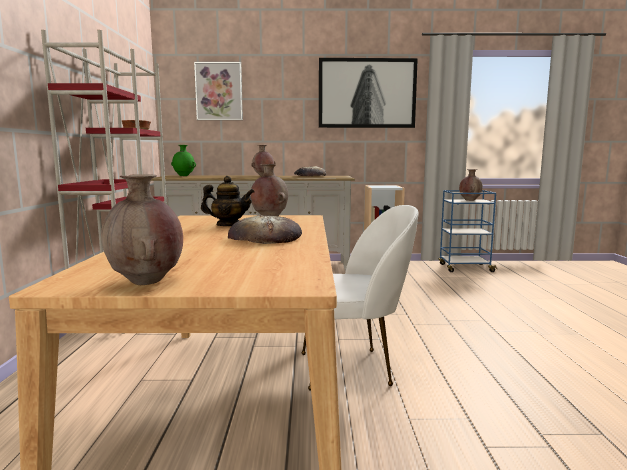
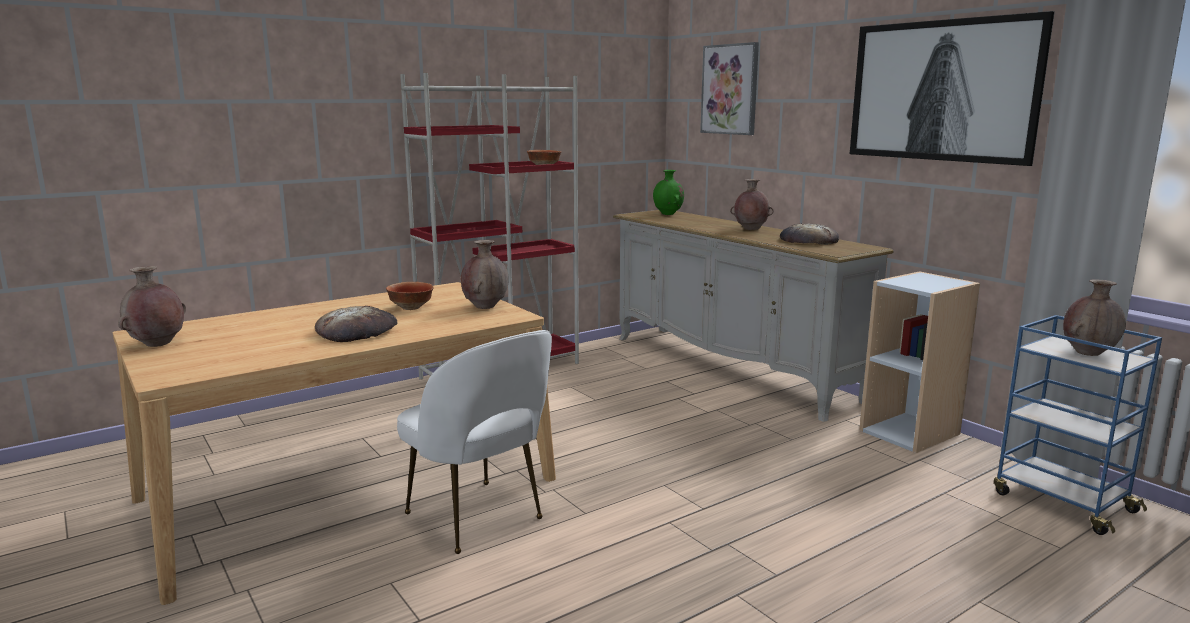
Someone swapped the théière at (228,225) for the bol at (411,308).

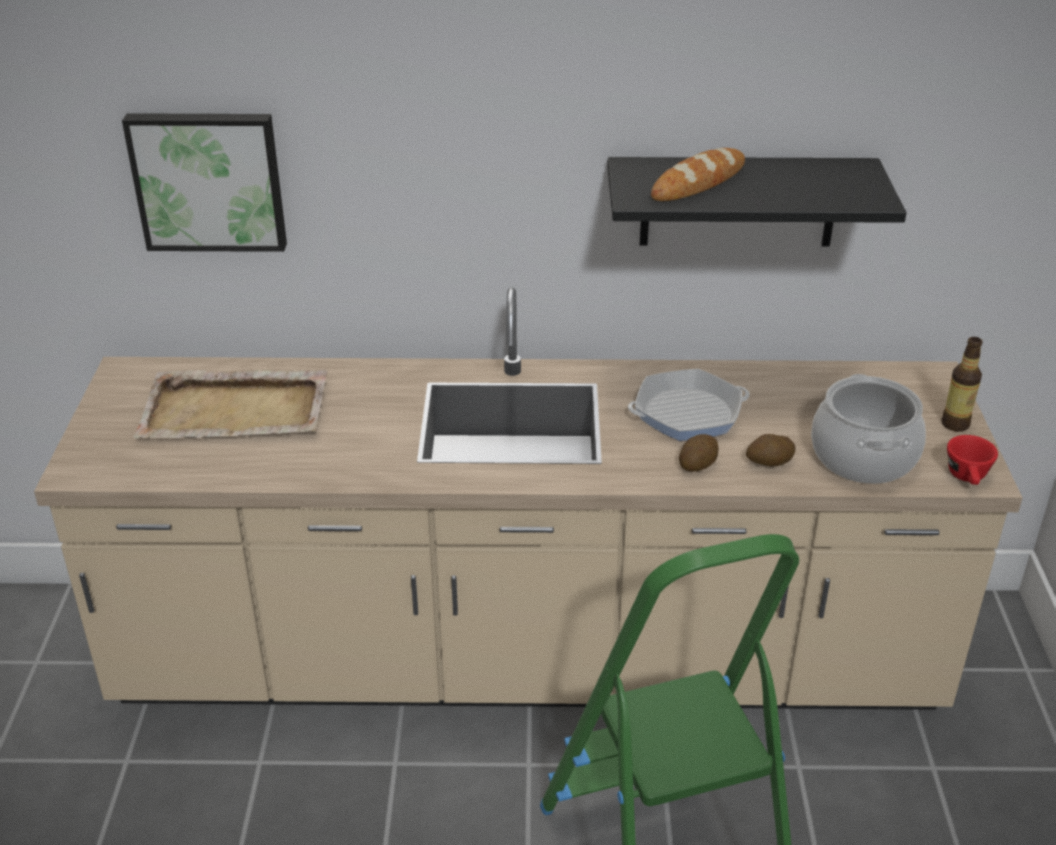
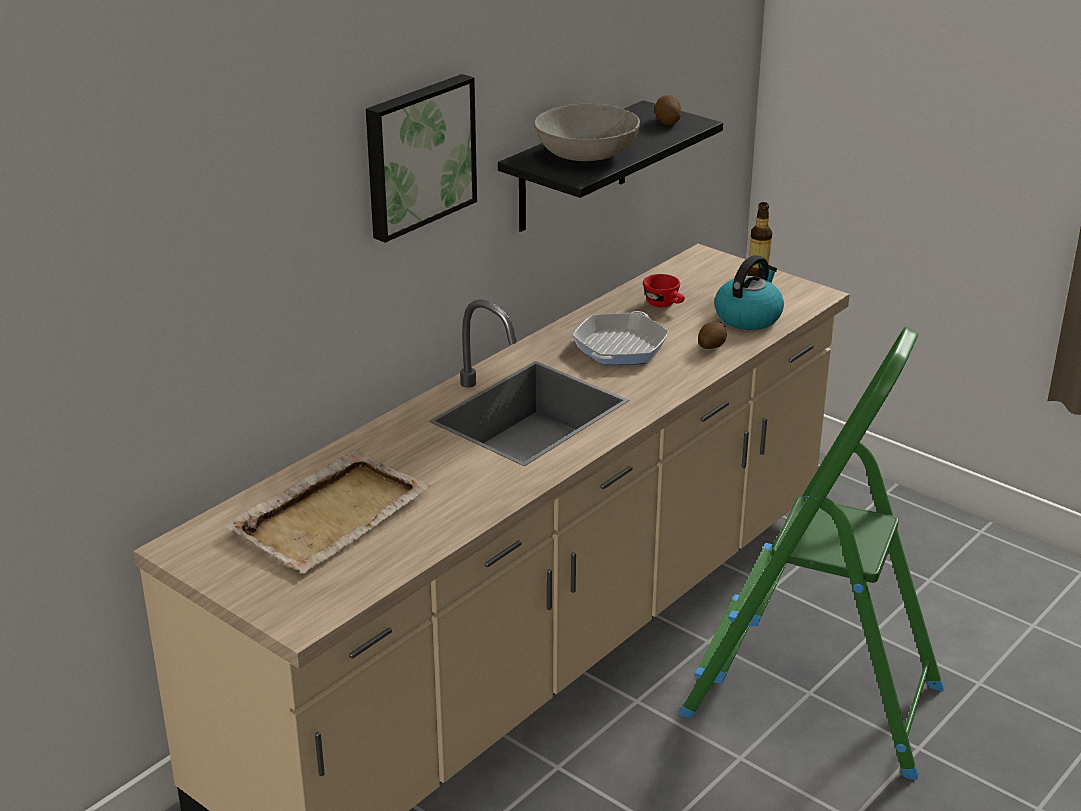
Someone carried the tableau from (209,180) to (417,155).
Someone swapped the pain at (698,182) for the bol [gris] at (586,153).
Someone swapped the marmite at (862,457) for the bouilloire at (748,317).
Someone carried the pomme de terre from (697,464) to (667,121).
Someone carried the tasse [rouge] from (968,478) to (665,304).

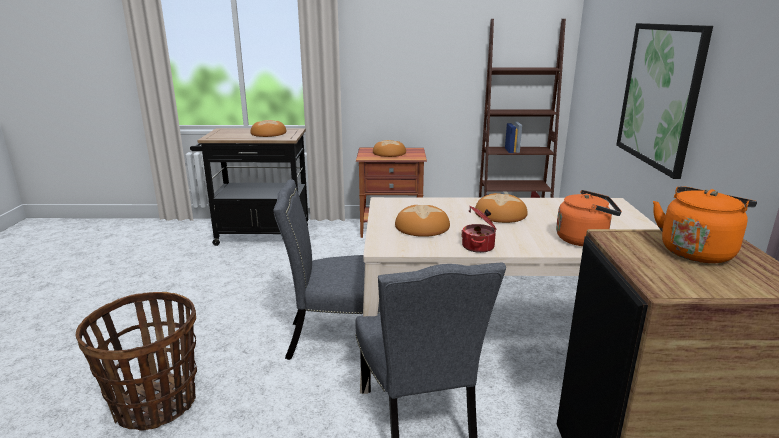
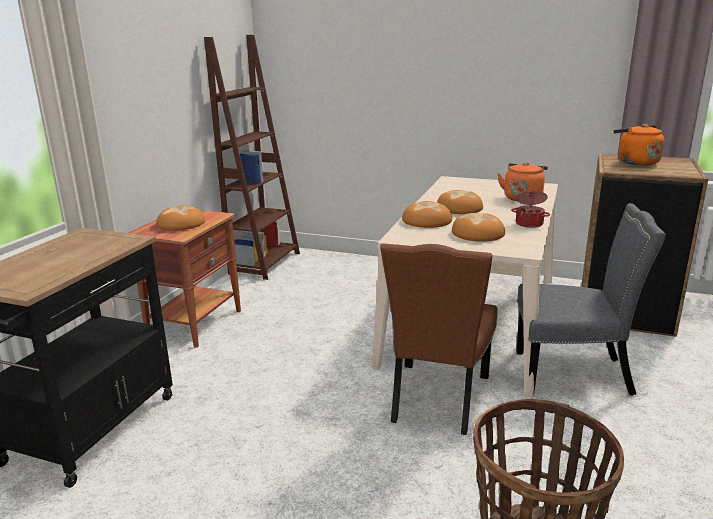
Someone took away the tableau at (660,95).
Someone carried the pain from (268,133) to (426,221).
Someone repainted the chaise [gris] at (340,339), which became the chaise [marron] at (438,396).

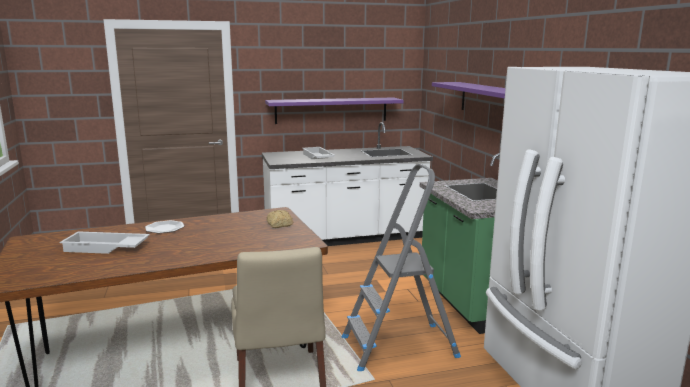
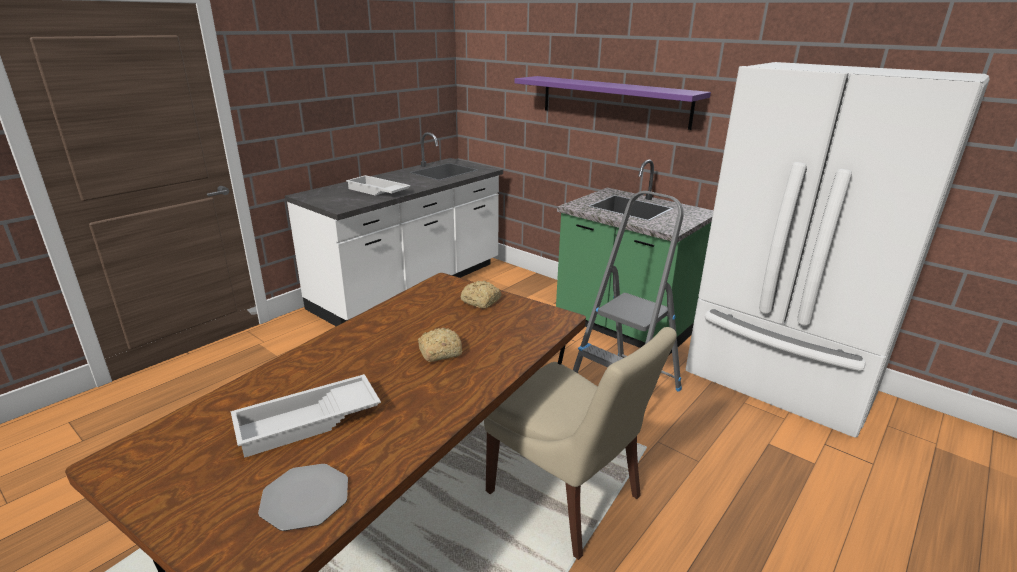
Someone took away the étagère [violet] at (331,110).
Someone carried the assiette from (165,228) to (305,498).
Someone put down the pain at (438,353).

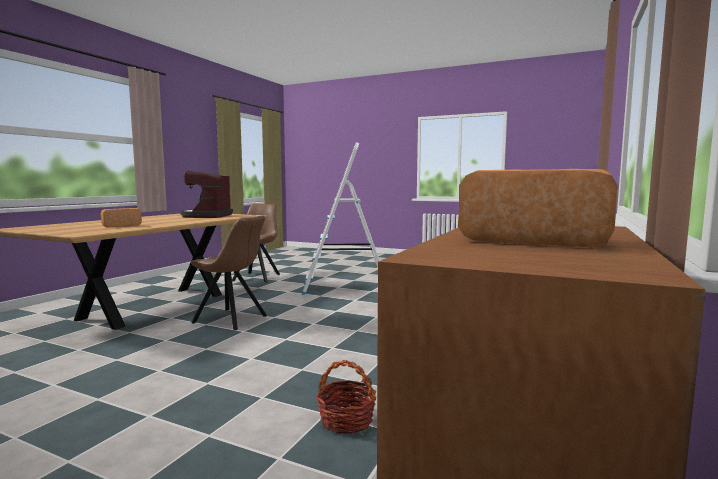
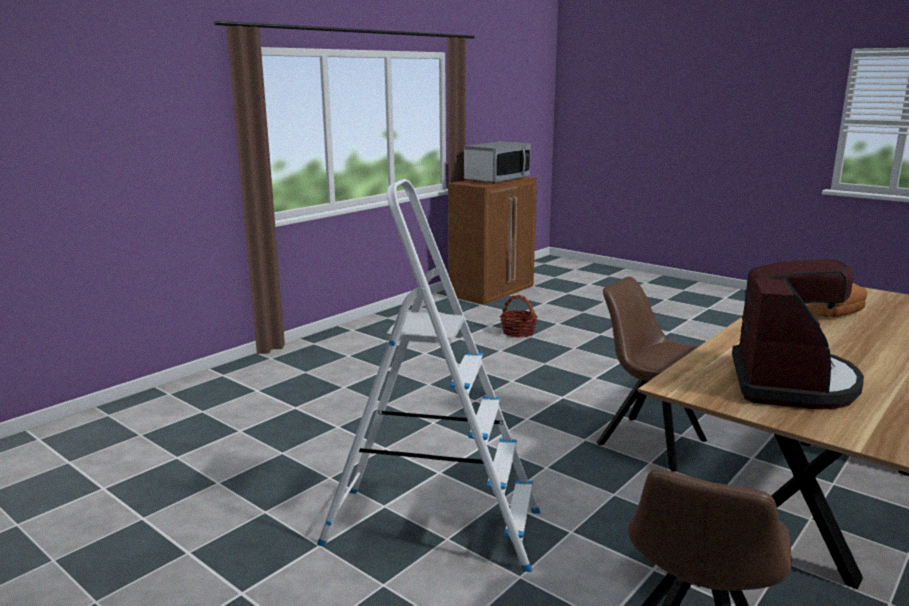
Someone swapped the pain at (532,240) for the micro-ondes at (496,179).

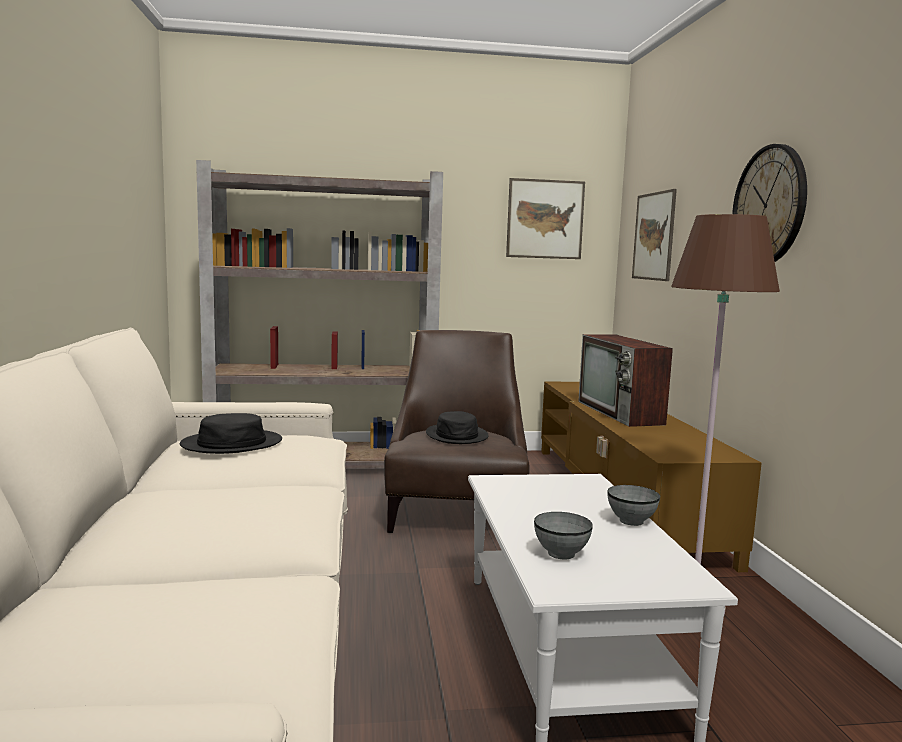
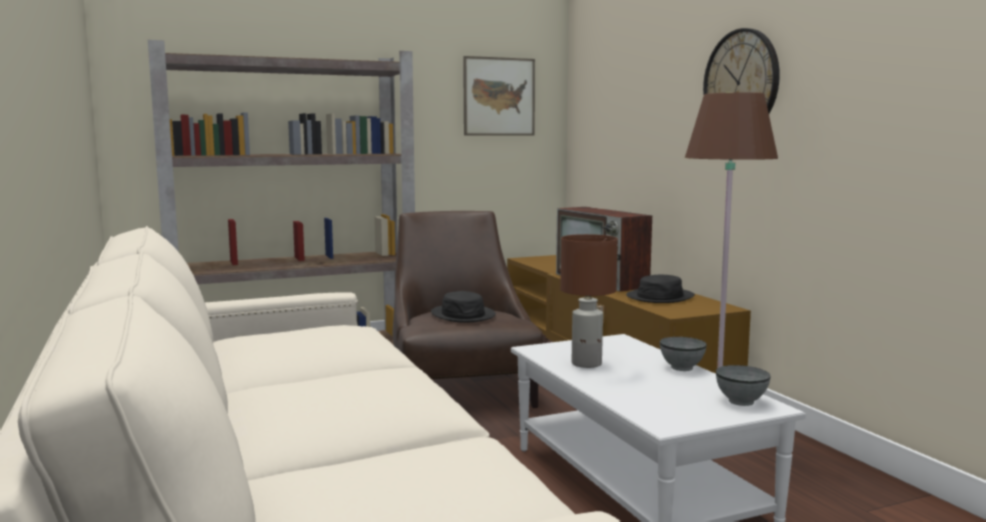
Someone took away the tableau at (654,236).
Someone carried the chapeau [noir] from (232,444) to (660,297).
Someone carried the bol [gris] from (561,553) to (741,401).
Someone put down the lampe de table [marron] at (587,364).

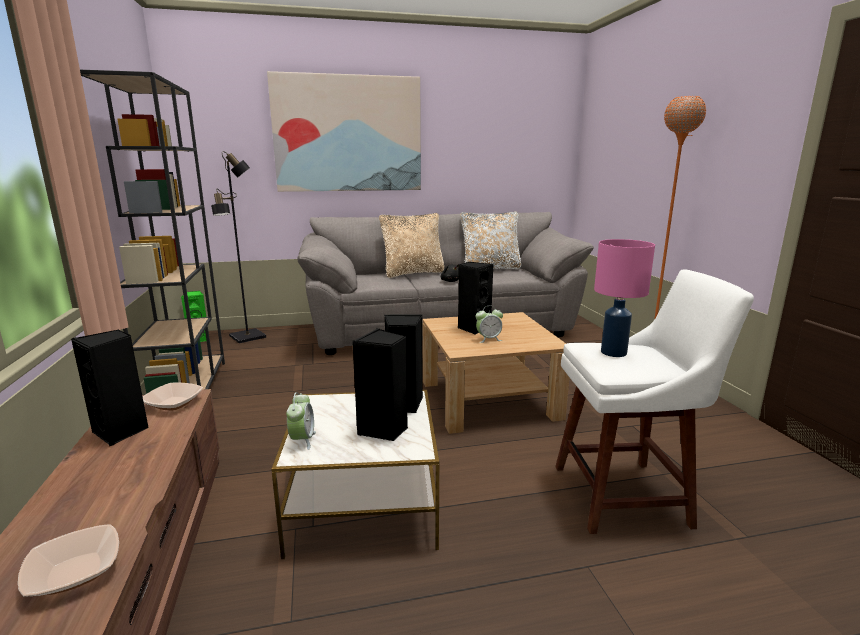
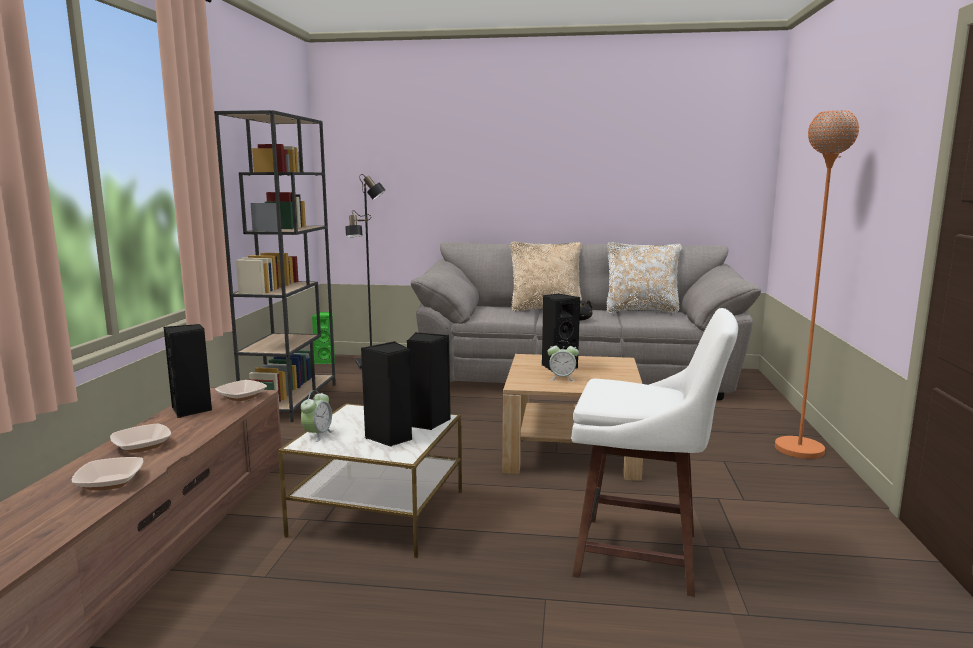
Someone took away the tableau at (348,134).
Someone took away the lampe de table [rose] at (612,352).
Someone put down the bol at (142,446).

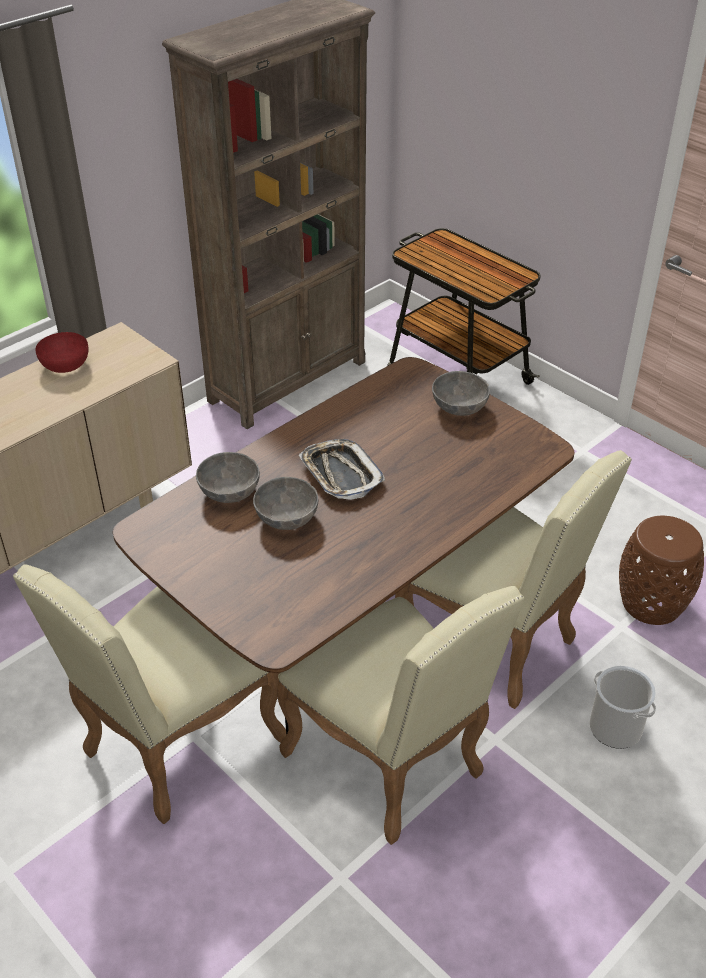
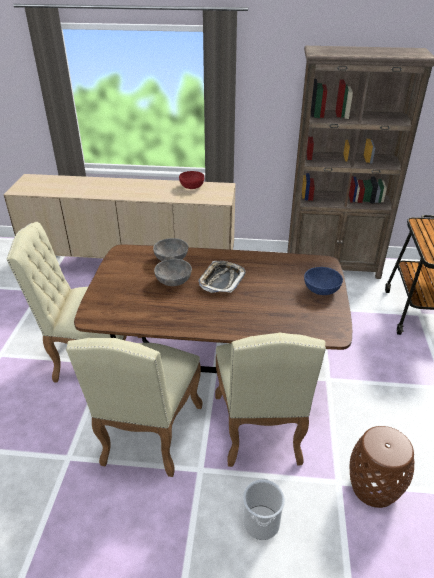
Someone repainted the bol [gris] at (459,407), which became the bol [bleu] at (321,289).

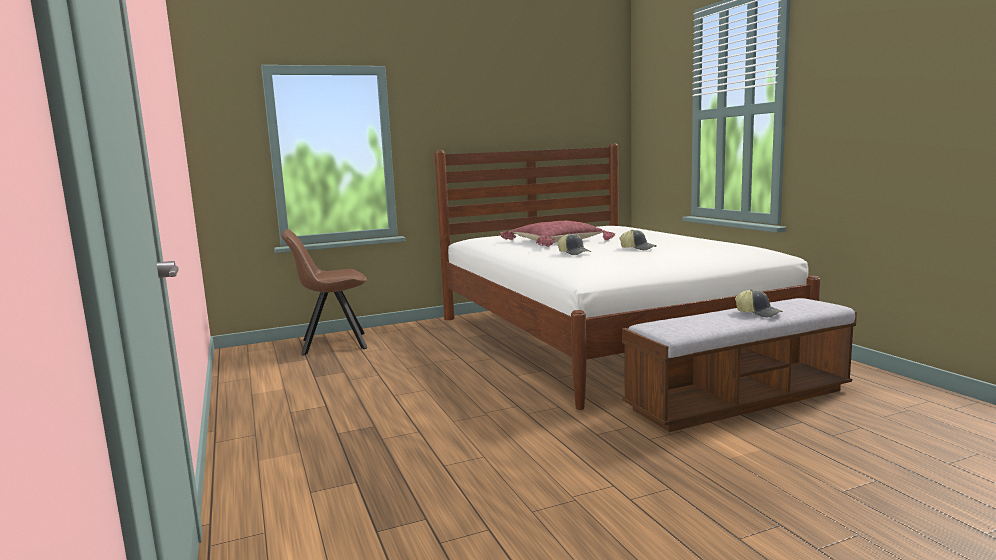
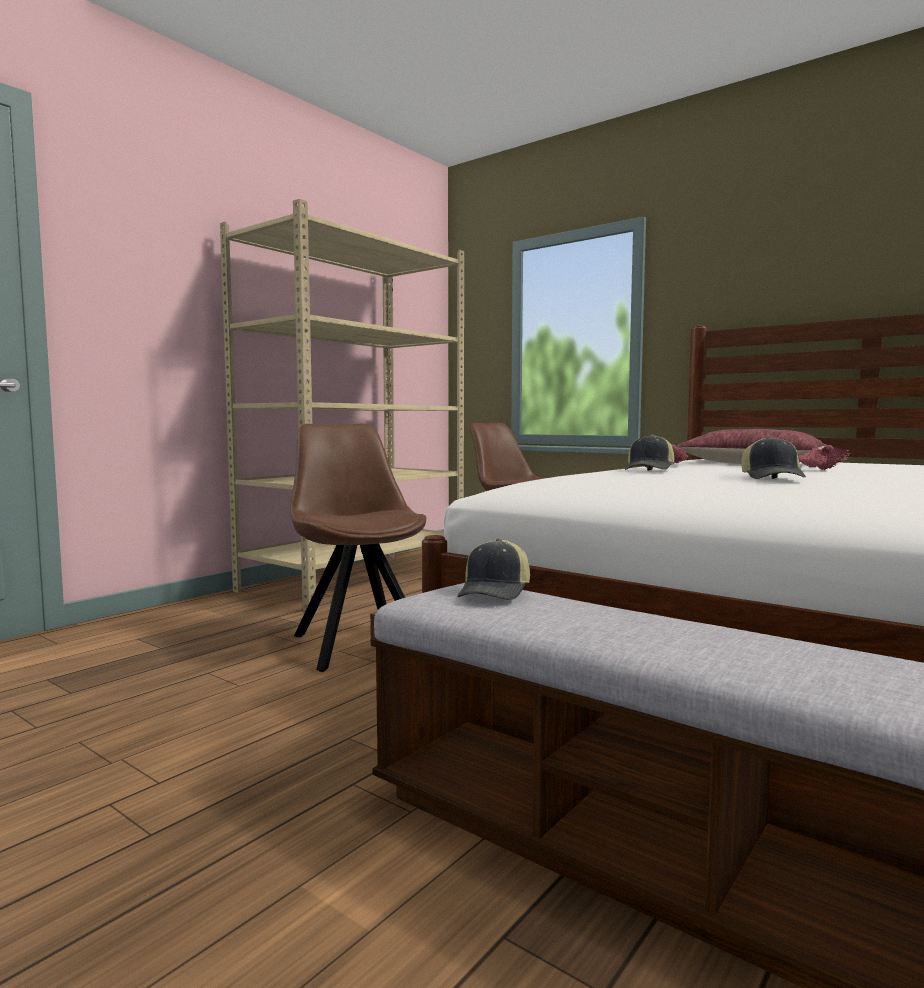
Someone carried the casquette from (758,313) to (496,593).
Someone put down the bibliothèque [beige] at (356,579).
Someone put down the chaise [marron] at (358,644).

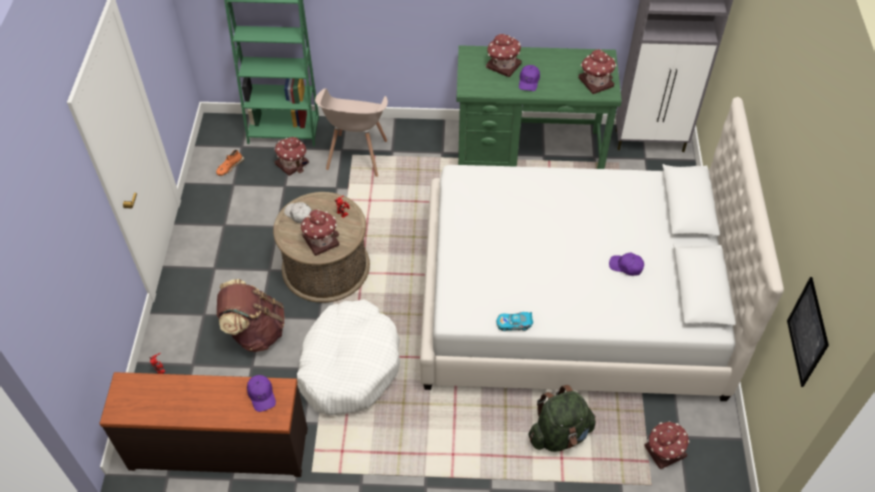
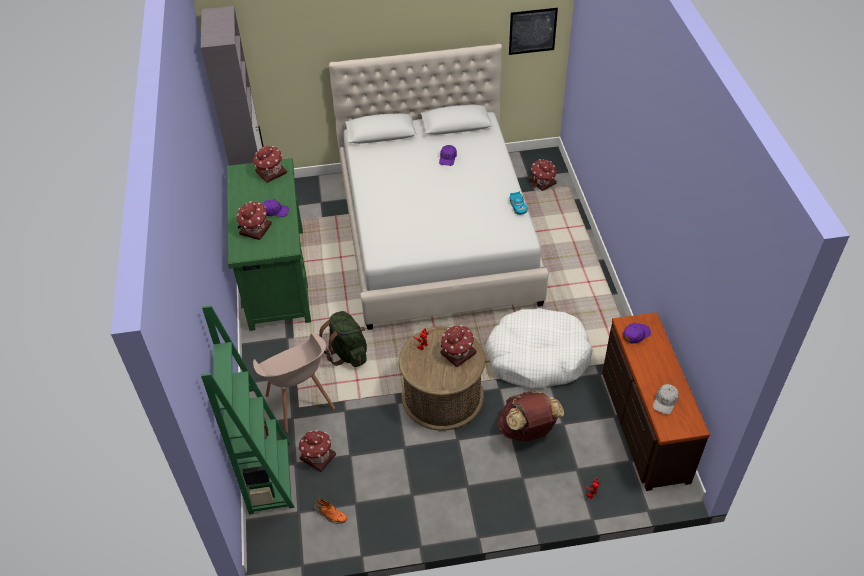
Someone rotated the chaise [beige] at (357,156) by 60 degrees clockwise.
Someone carried the casquette [blanc] from (299,215) to (665,401).
Someone carried the sac à dos [vert] from (559,434) to (347,353).

